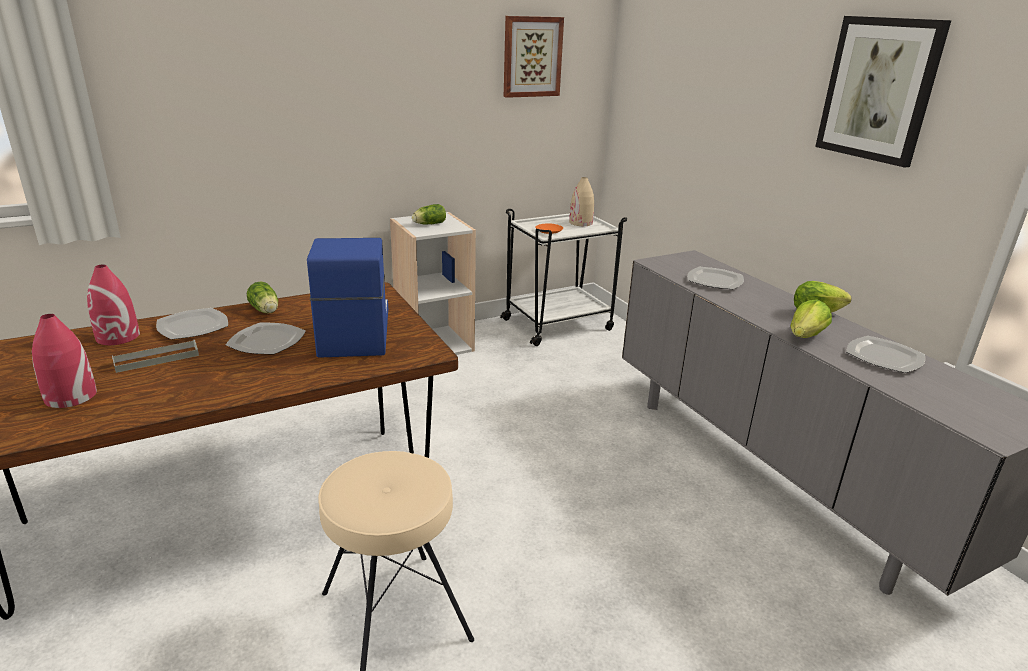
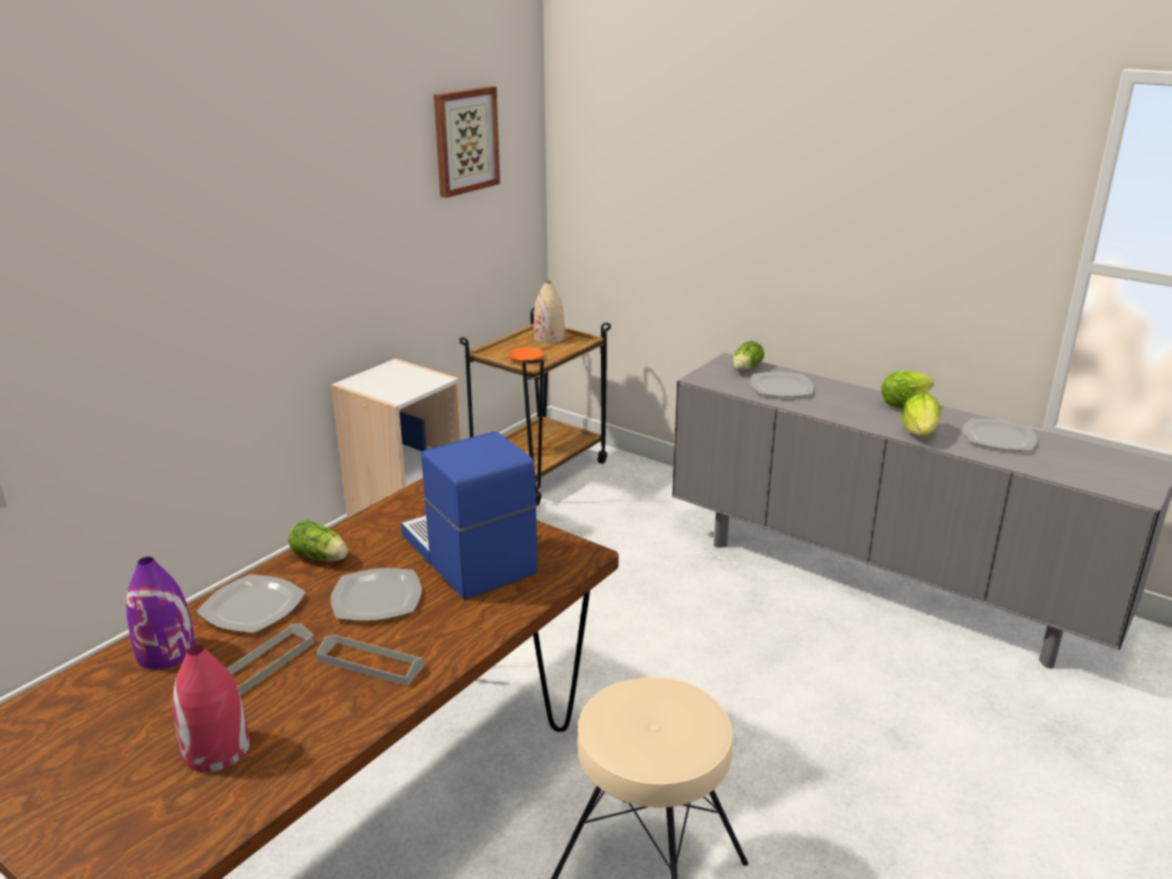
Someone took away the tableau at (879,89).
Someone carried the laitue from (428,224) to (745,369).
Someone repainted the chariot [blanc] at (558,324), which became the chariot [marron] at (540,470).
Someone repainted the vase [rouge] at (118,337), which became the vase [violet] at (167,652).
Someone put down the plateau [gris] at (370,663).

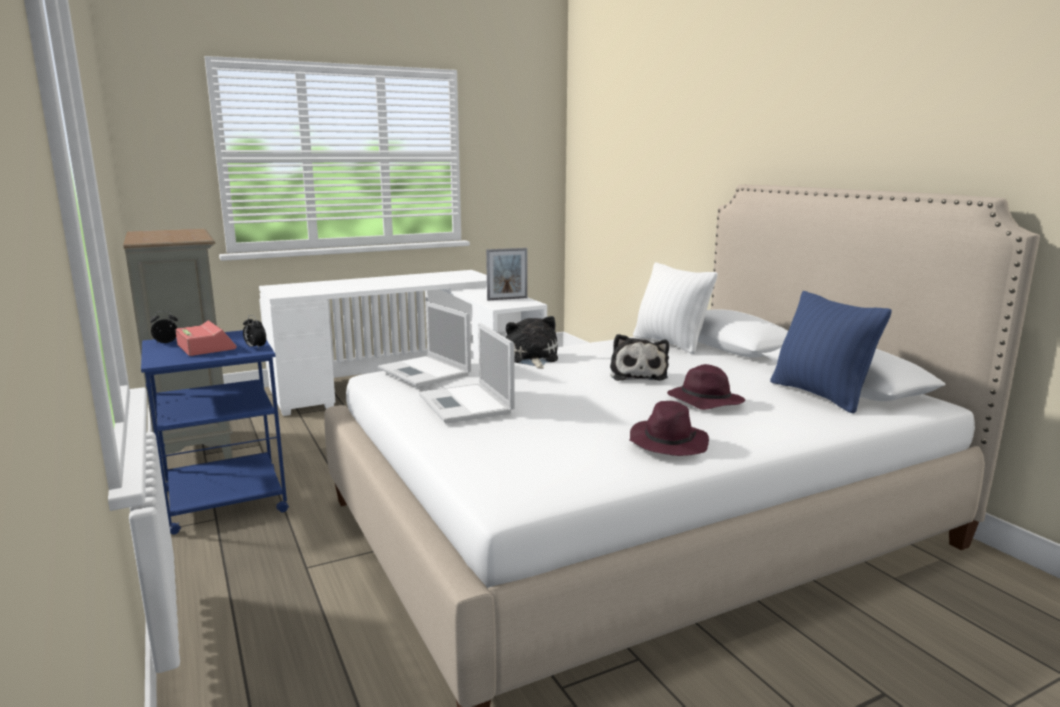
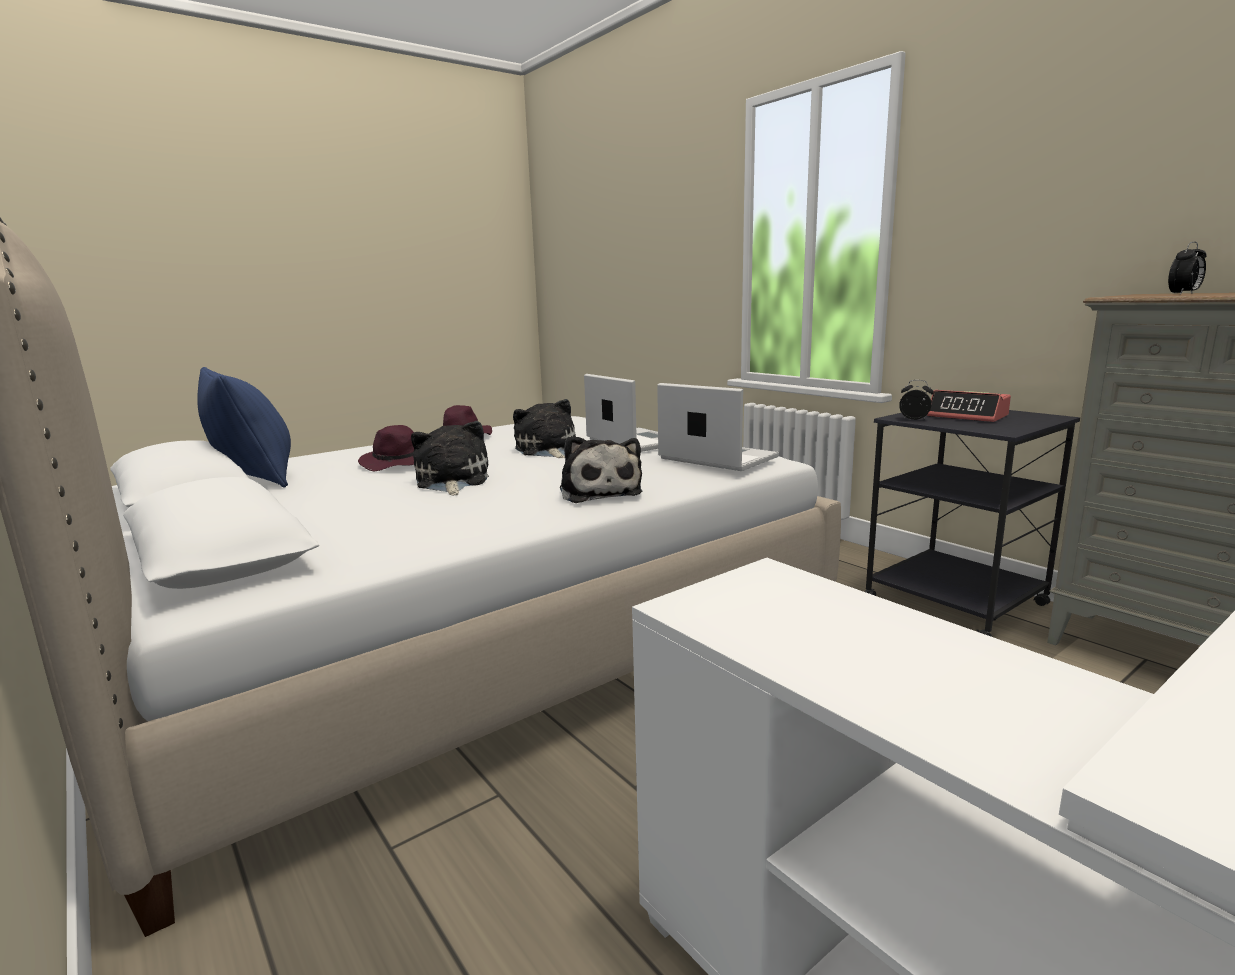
Someone took away the cadre photo at (507,299).
Someone took away the coussin [blanc] at (670,343).
Someone carried the réveil from (167,342) to (1183,294).
Someone repainted the chariot [bleu] at (225,499), which became the chariot [noir] at (957,604).
Someone put down the peluche at (547,450).

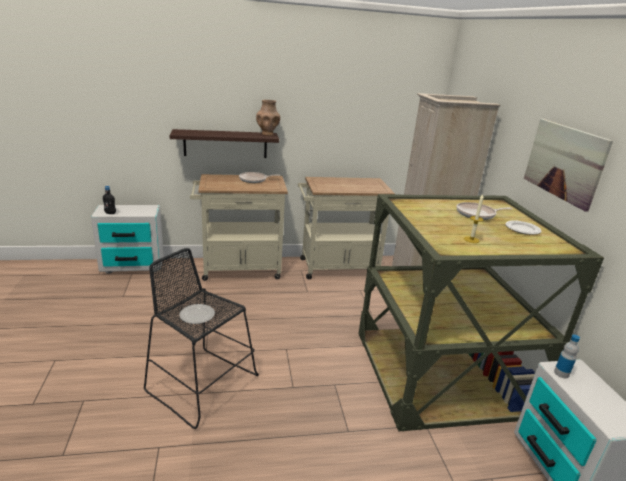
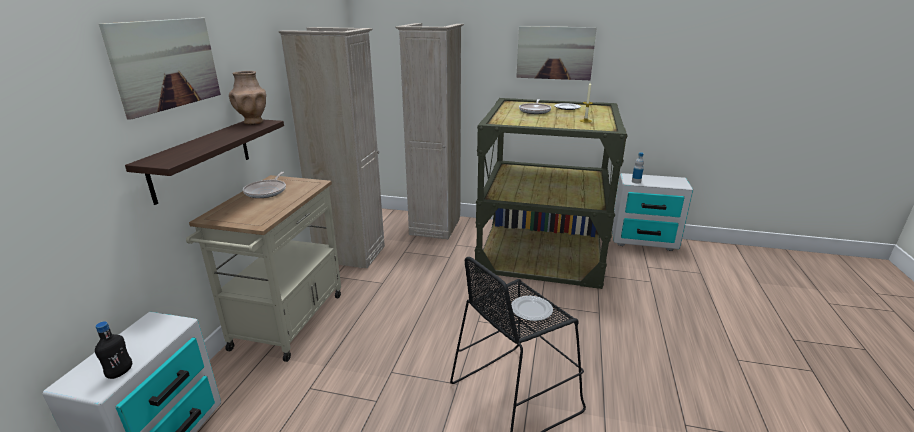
Someone swapped the chariot [beige] at (336,268) for the meuble de rangement [beige] at (351,253).
Someone put up the tableau at (167,64).

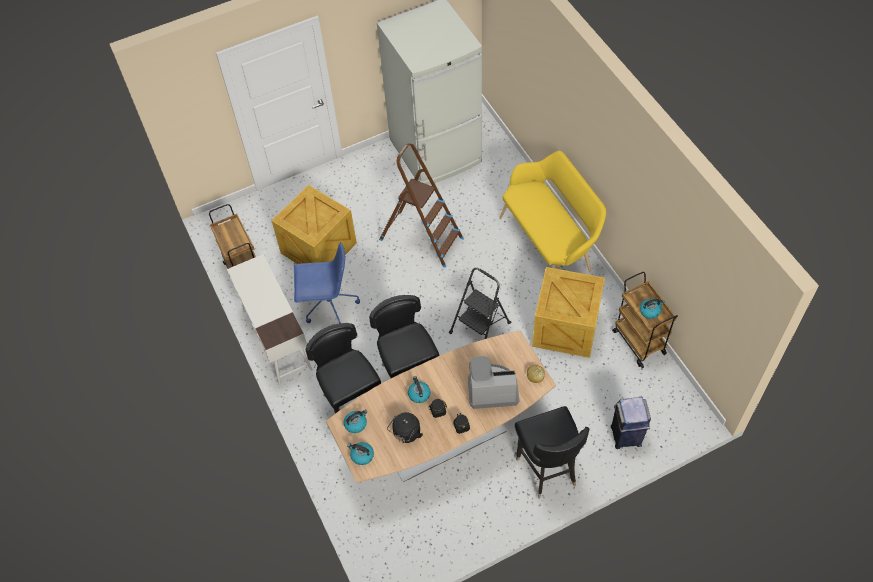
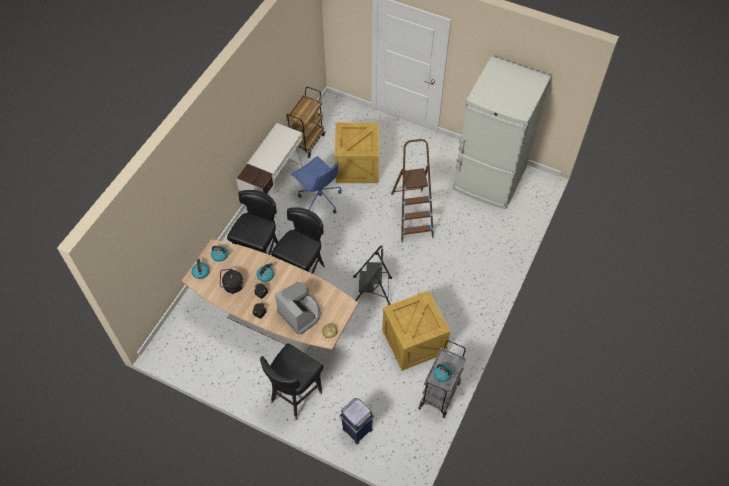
Someone took away the banc [jaune] at (549,244).
Someone repainted the chariot [marron] at (639,342), which became the chariot [gris] at (439,395).

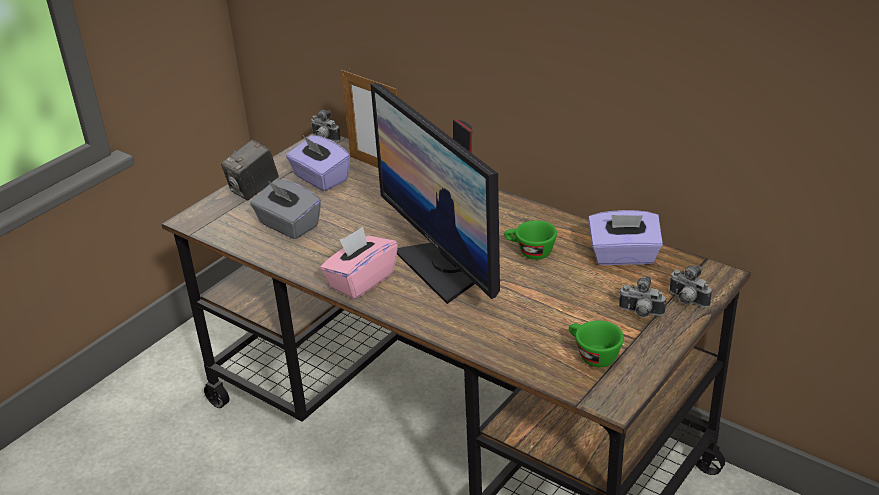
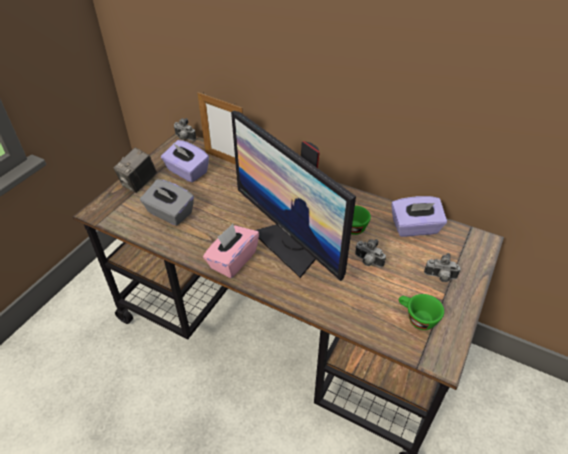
Someone carried the appareil photo from (686,301) to (367,262).

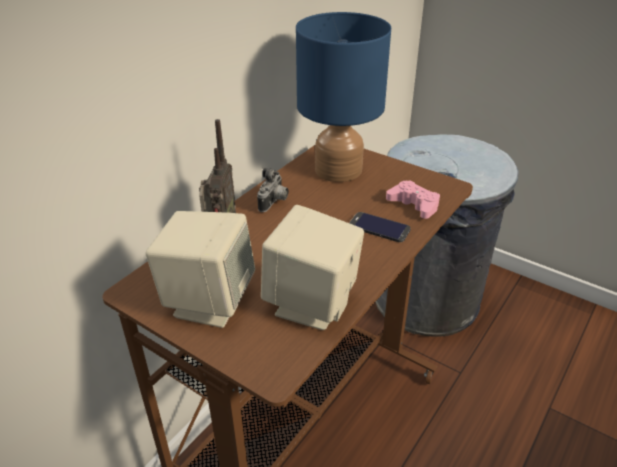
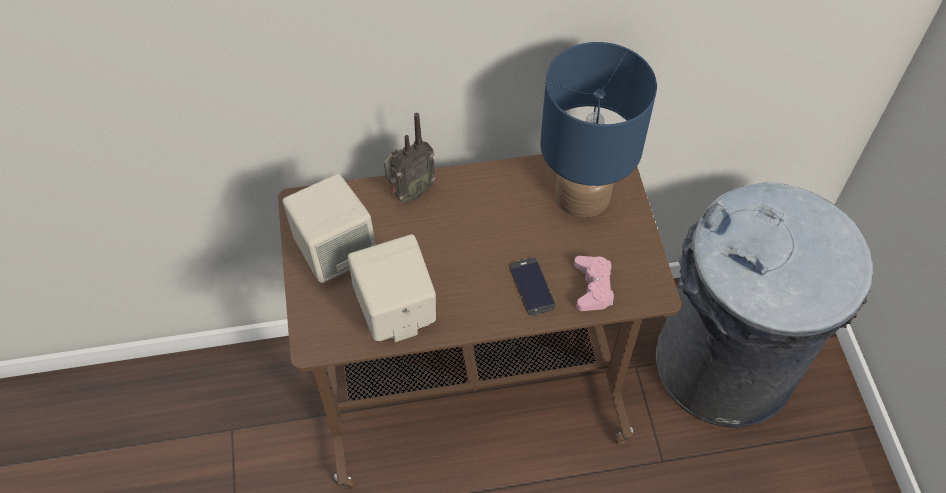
Someone took away the appareil photo at (274,202).

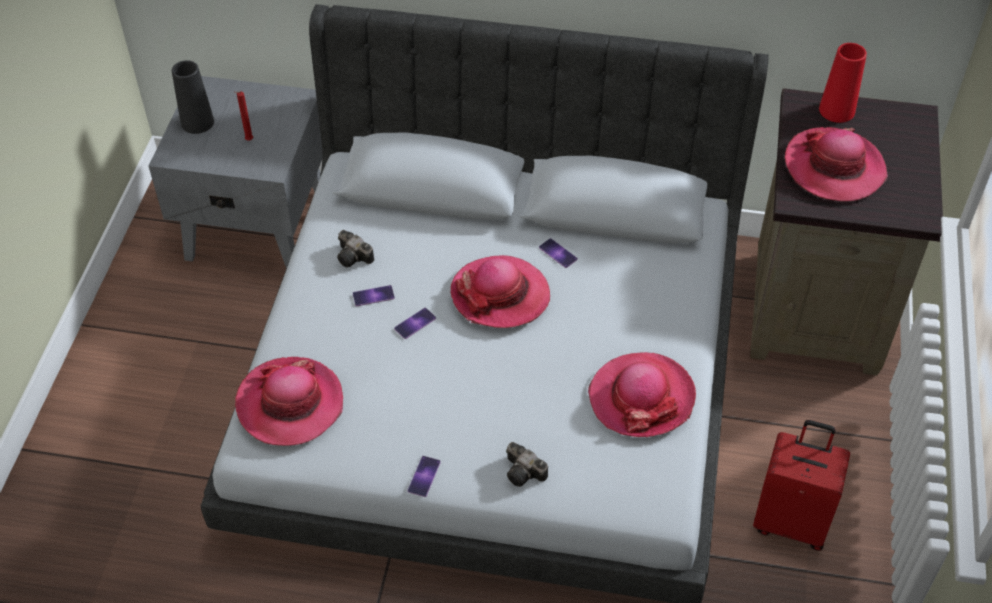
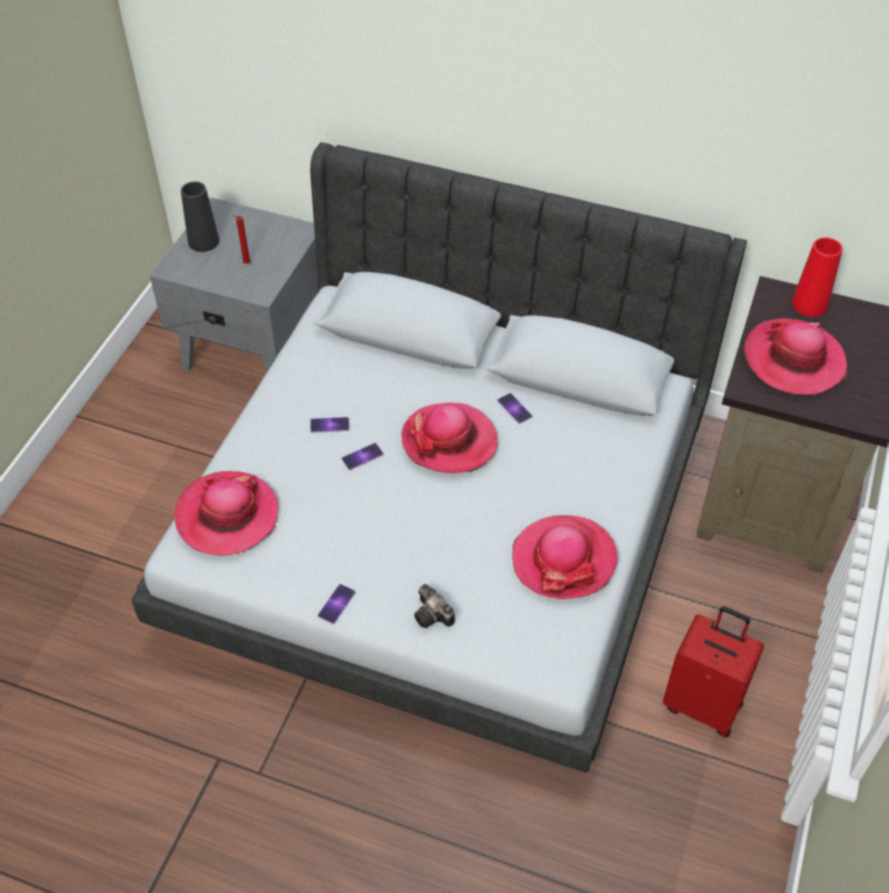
Someone took away the appareil photo at (355,257).

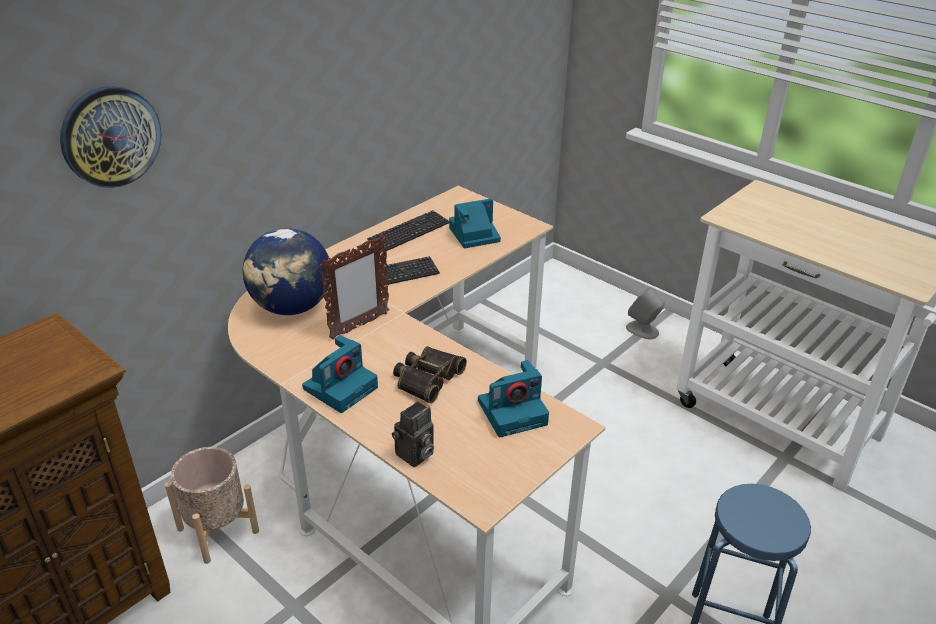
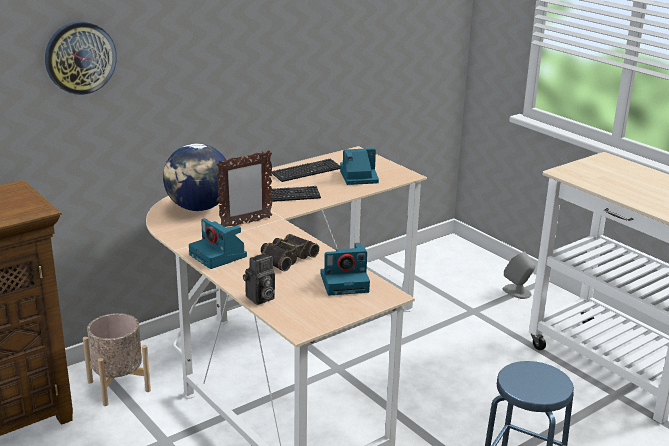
Someone rotated the appareil photo at (341,387) by 90 degrees clockwise.

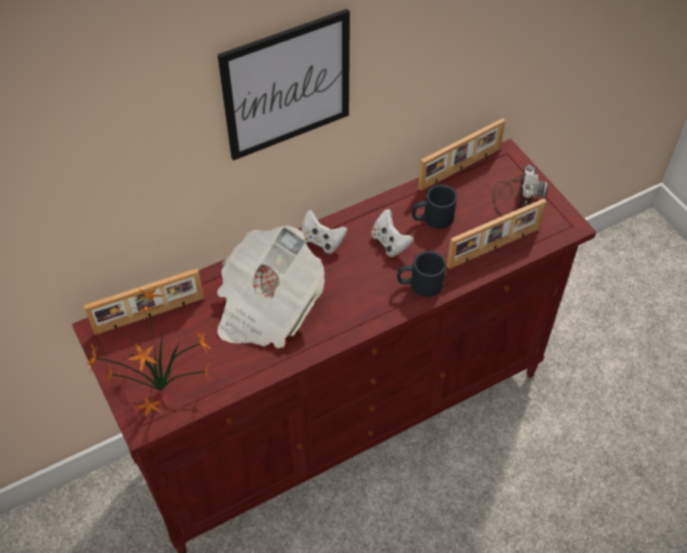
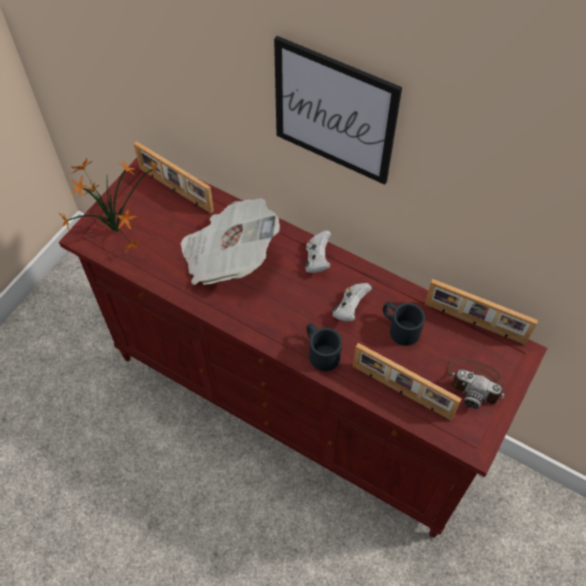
Someone rotated the appareil photo at (515,197) by 45 degrees clockwise.

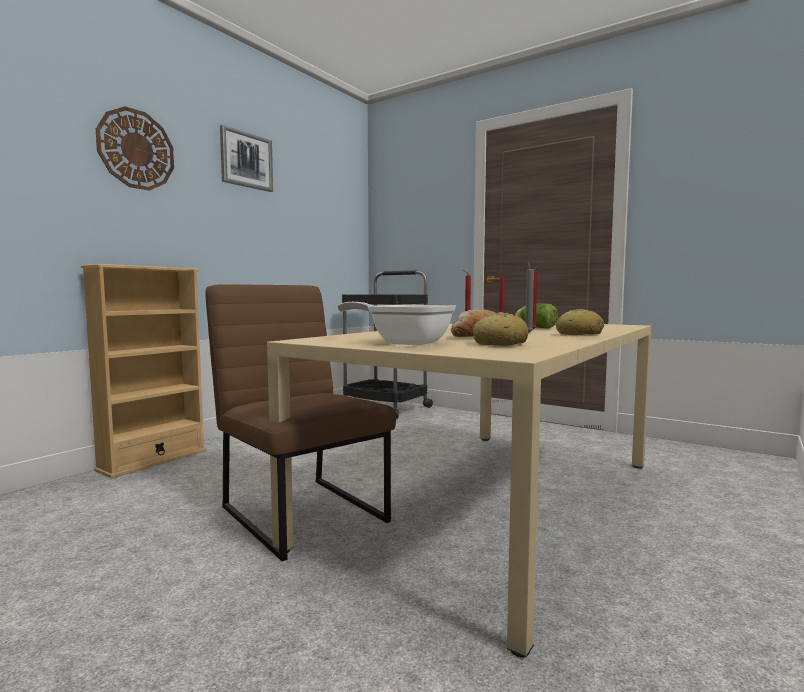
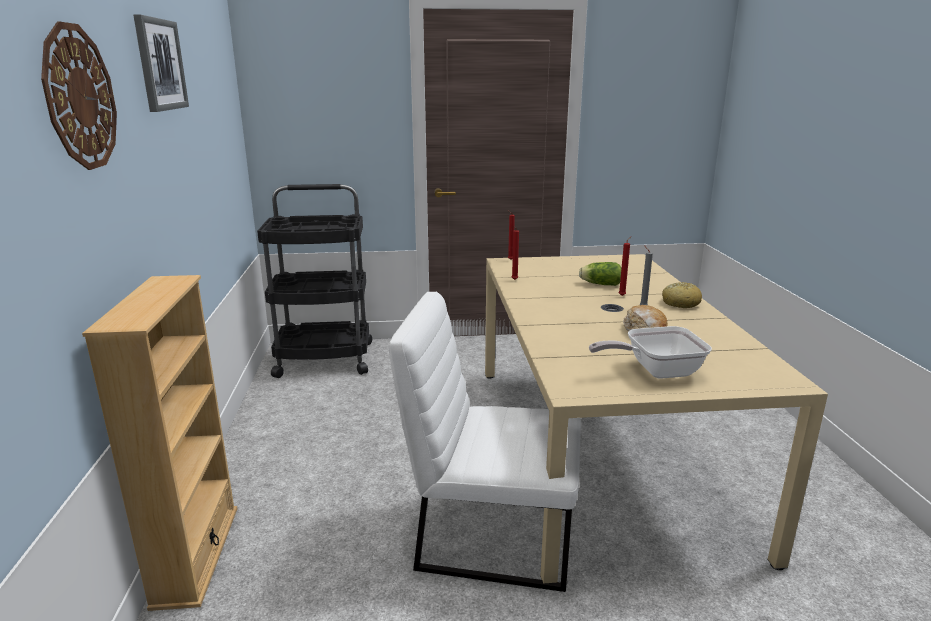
Someone repainted the chaise [marron] at (302,512), which became the chaise [blanc] at (491,535).
Someone took away the pain at (499,344).

